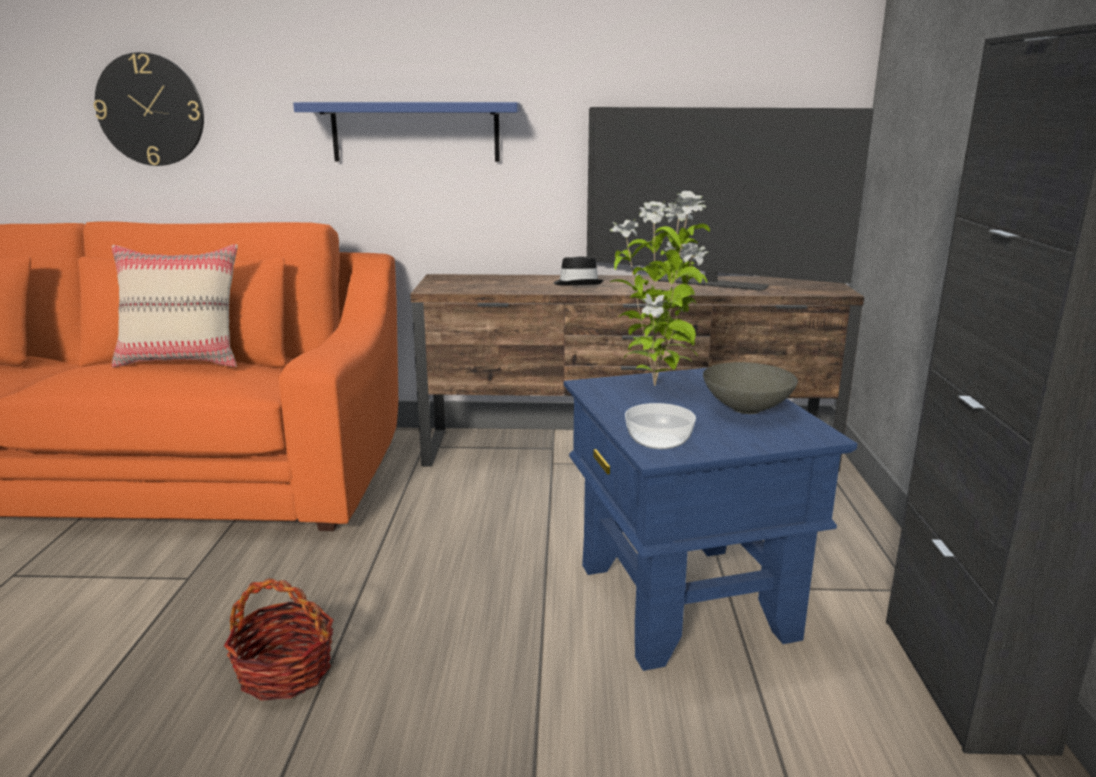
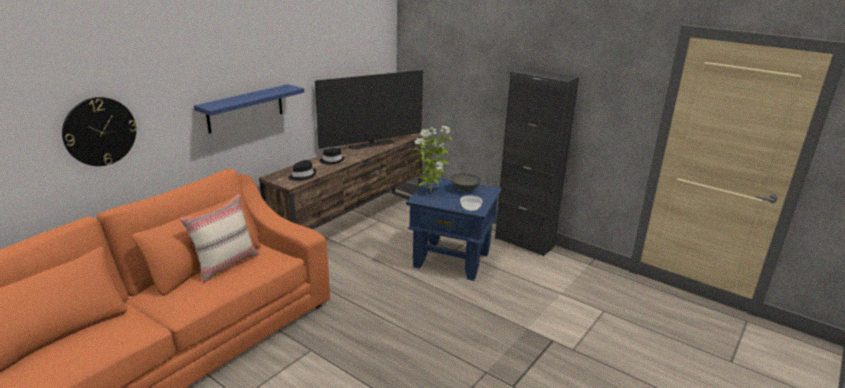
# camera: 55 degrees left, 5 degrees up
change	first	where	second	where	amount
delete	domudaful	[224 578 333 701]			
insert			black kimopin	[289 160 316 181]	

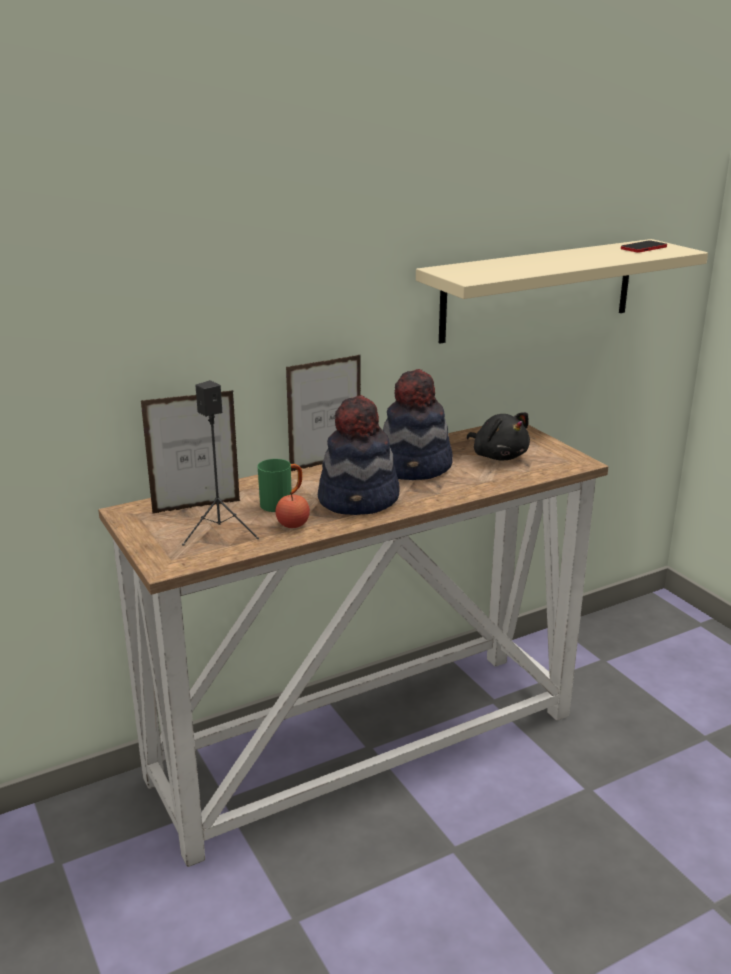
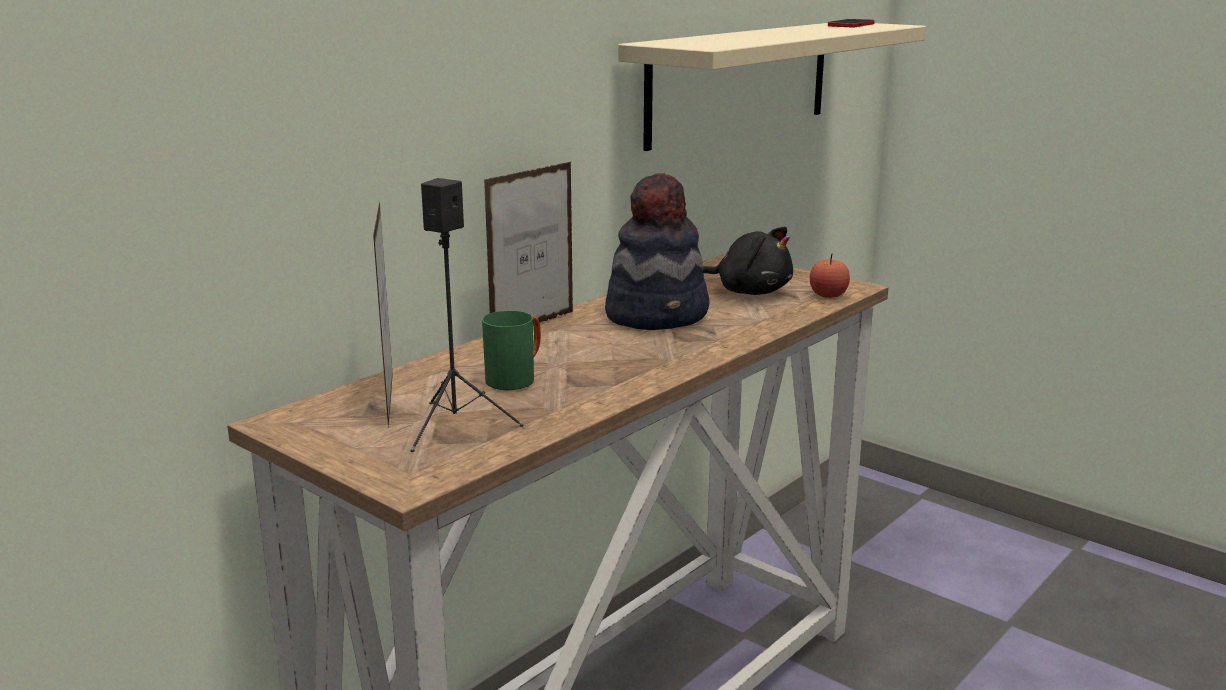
# camera: 20 degrees left, 5 degrees down
change	first	where	second	where	amount
rotate	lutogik	[141 390 240 513]		[373 201 393 426]	120 degrees clockwise
delete	kimopin	[318 395 400 515]			
move	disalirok	[275 492 310 528]		[810 253 850 298]	

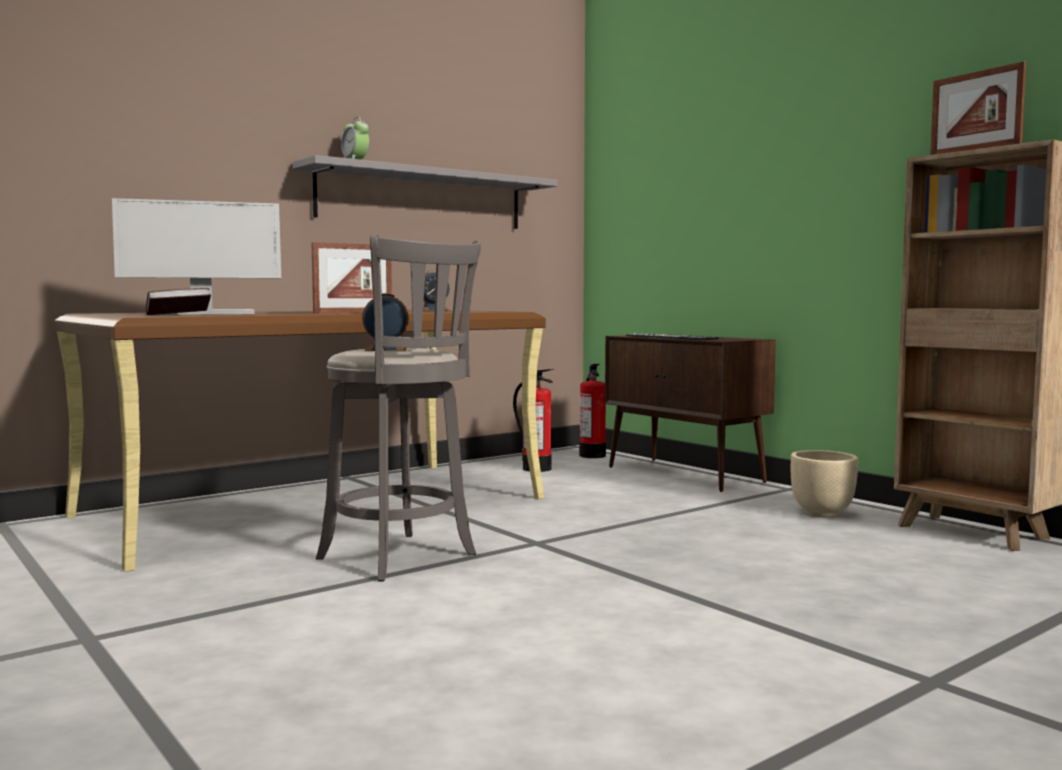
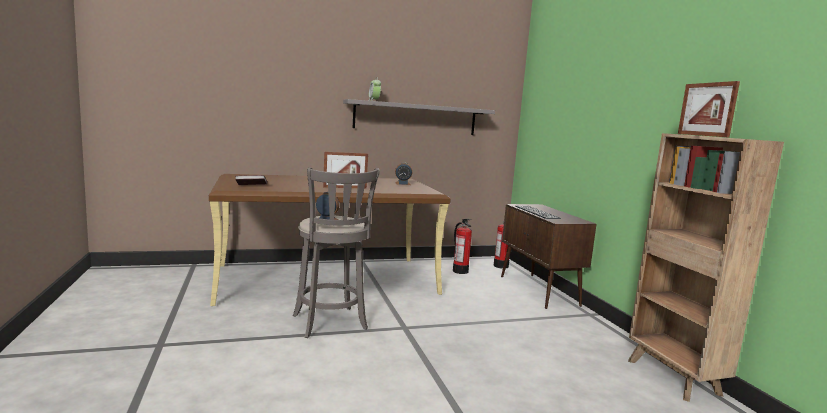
# camera: 20 degrees right, 5 degrees up
change	first	where	second	where	amount
delete	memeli	[112 198 281 315]			
delete	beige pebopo	[790 450 858 518]			

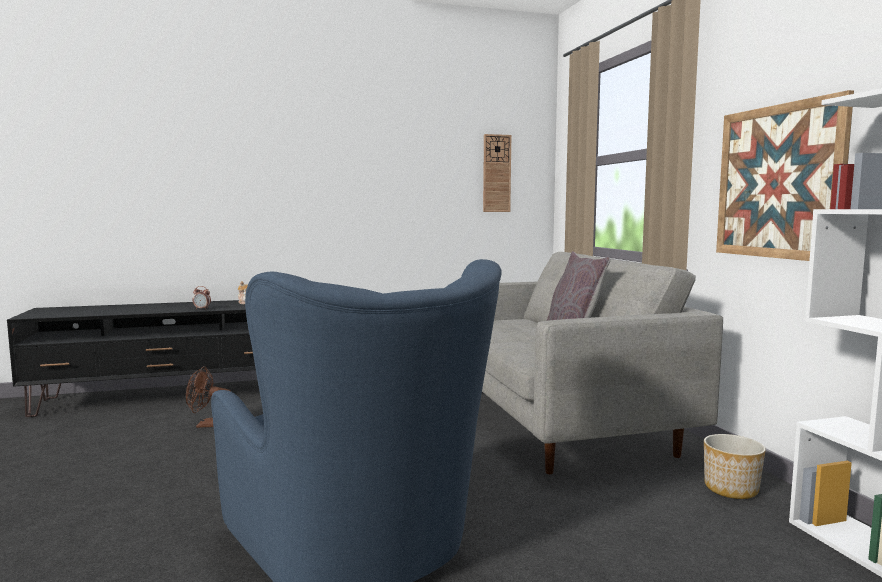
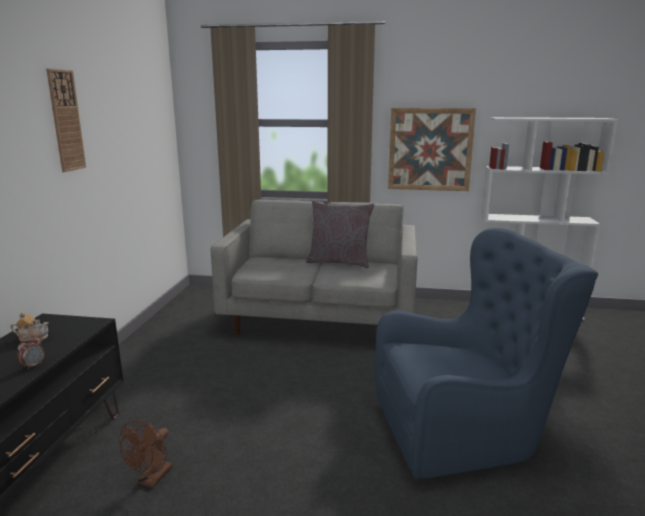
# camera: 65 degrees left, 10 degrees up
change	first	where	second	where	amount
move	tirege	[483 134 511 212]		[46 69 86 172]	
delete	pebopo	[704 434 766 499]			

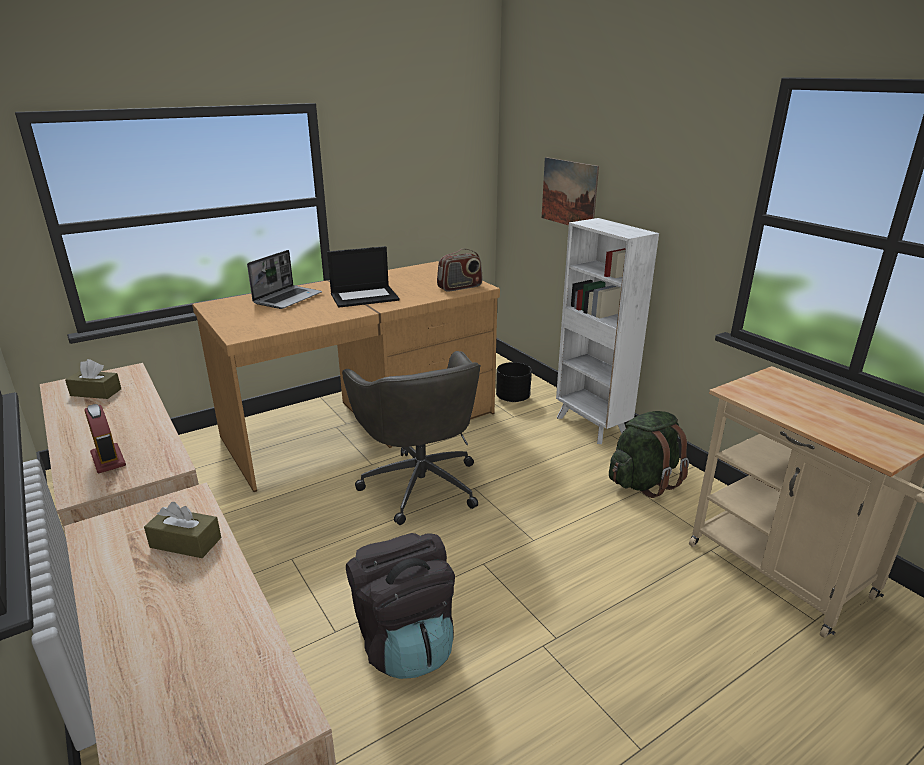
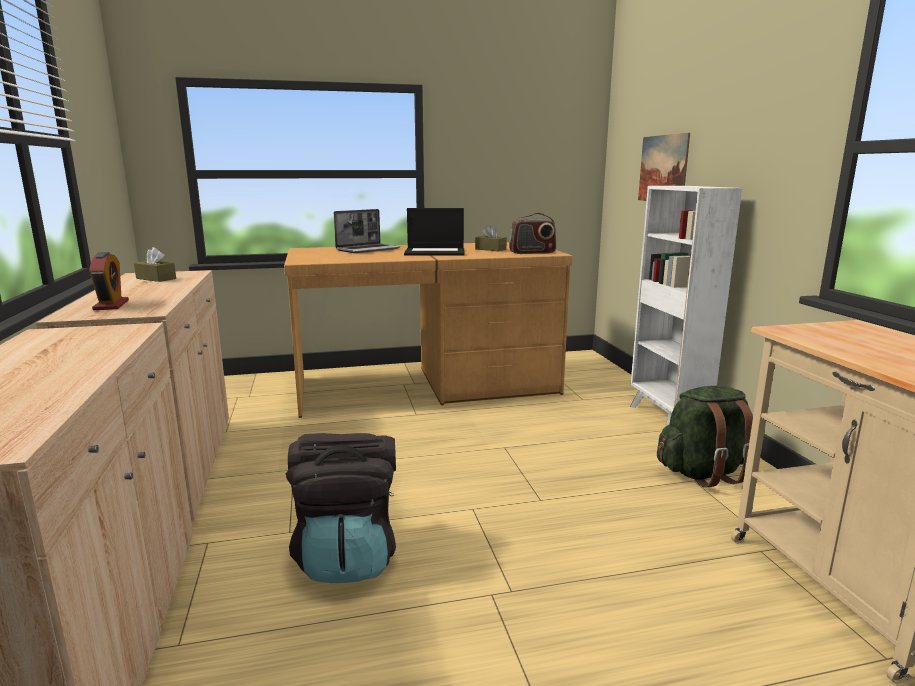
# camera: 20 degrees right, 10 degrees down
change	first	where	second	where	amount
delete	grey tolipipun	[342 351 481 525]			
delete	black pebopo	[496 362 532 402]			
move	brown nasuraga	[144 502 221 558]		[475 225 507 251]	

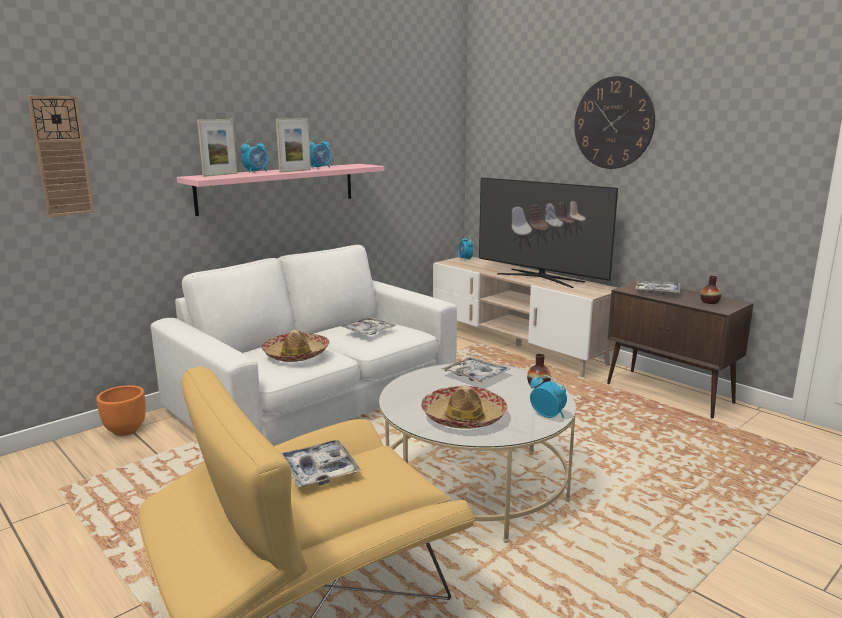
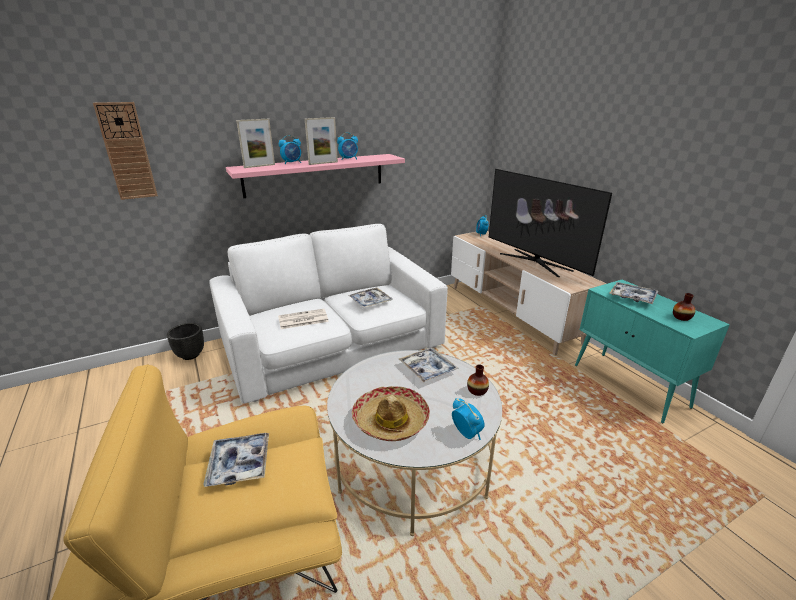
# camera: 15 degrees right, 10 degrees up
change	first	where	second	where	amount
delete	tirege	[574 76 655 169]			
recolor	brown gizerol	[607 282 754 419]	turquoise gizerol	[575 280 730 423]	
replace	kimopin	[261 330 329 362]	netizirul	[278 309 329 329]	
recolor	orange pebopo	[96 385 146 436]	black pebopo	[167 323 204 360]	

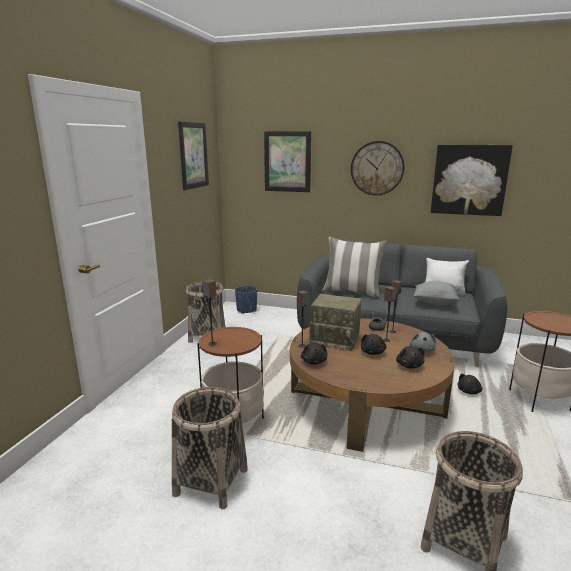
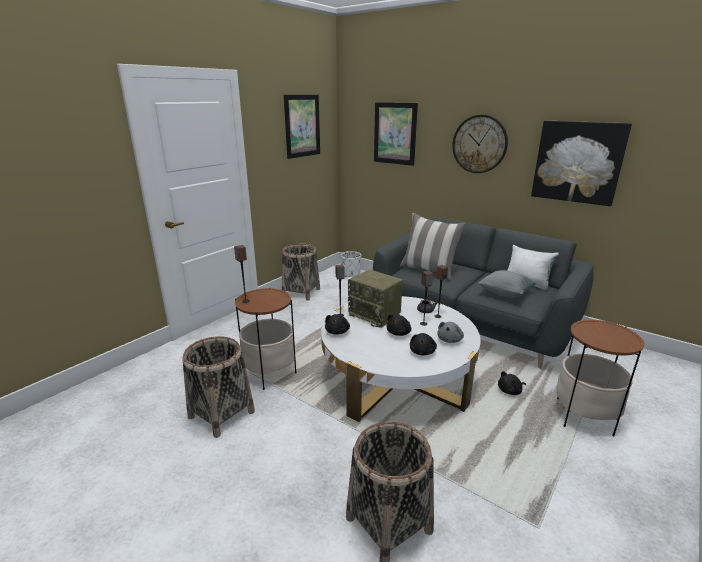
# camera: 20 degrees right, 5 degrees up
change	first	where	second	where	amount
recolor	blue pebopo	[235 286 257 314]	white pebopo	[340 251 361 277]	
recolor	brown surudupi	[290 318 455 452]	white surudupi	[321 296 481 422]	

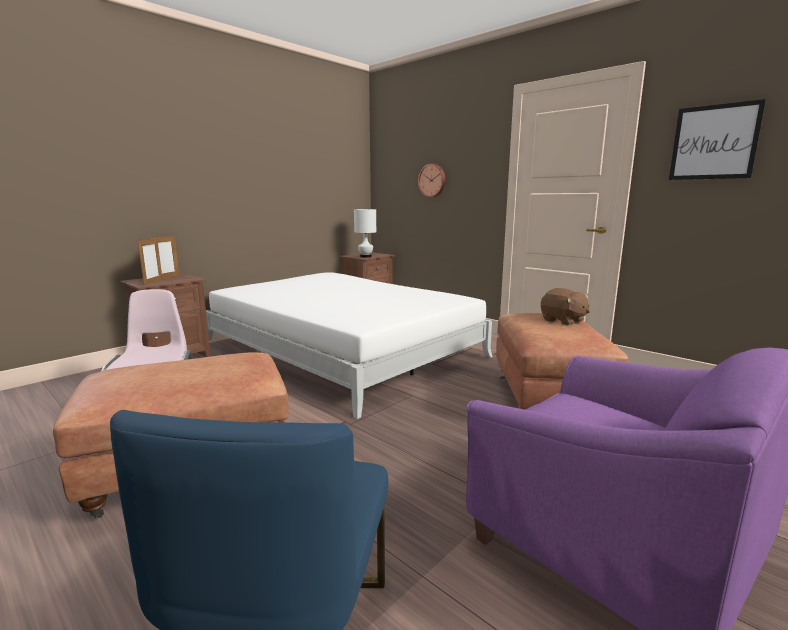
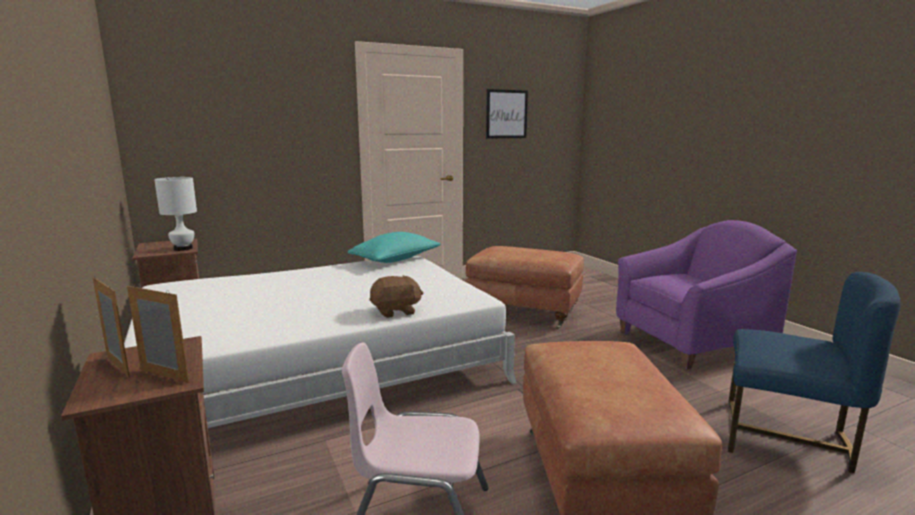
# camera: 70 degrees left, 0 degrees up
change	first	where	second	where	amount
delete	tirege	[418 164 446 197]			
move	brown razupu	[541 288 590 326]		[370 275 423 318]	
insert			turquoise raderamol	[348 232 441 263]	

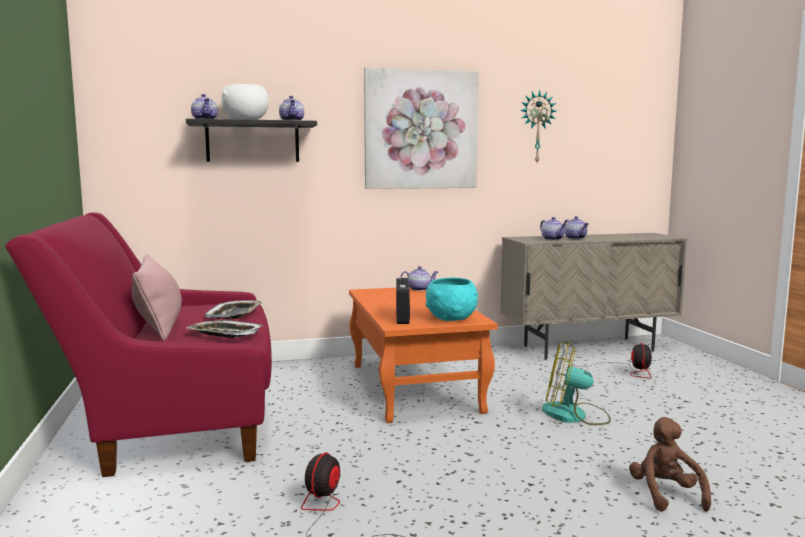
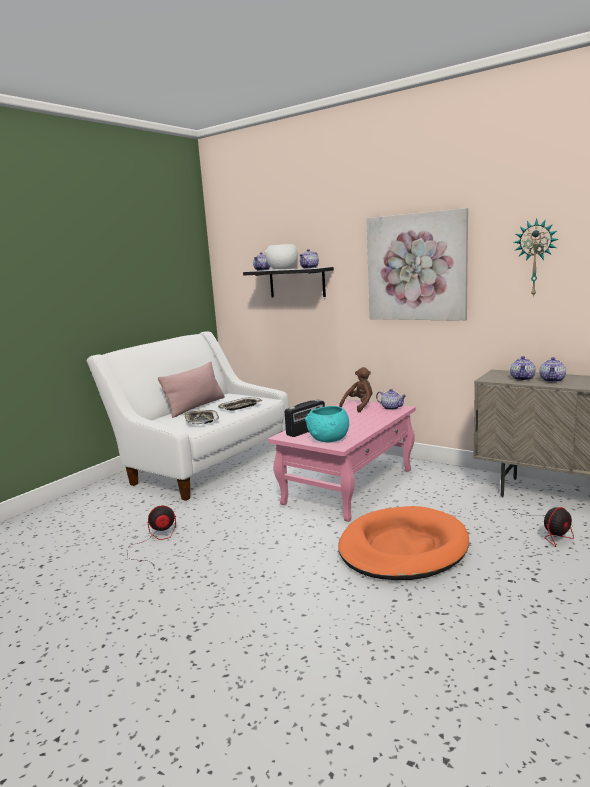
# camera: 50 degrees right, 5 degrees up
change	first	where	second	where	amount
recolor	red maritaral	[5 212 272 477]	white maritaral	[87 331 289 501]	
recolor	orange surudupi	[349 287 498 423]	pink surudupi	[268 399 416 522]	
replace	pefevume	[542 341 611 425]	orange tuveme	[338 506 469 580]	
move	brown razupu	[629 417 711 512]		[339 367 372 412]	

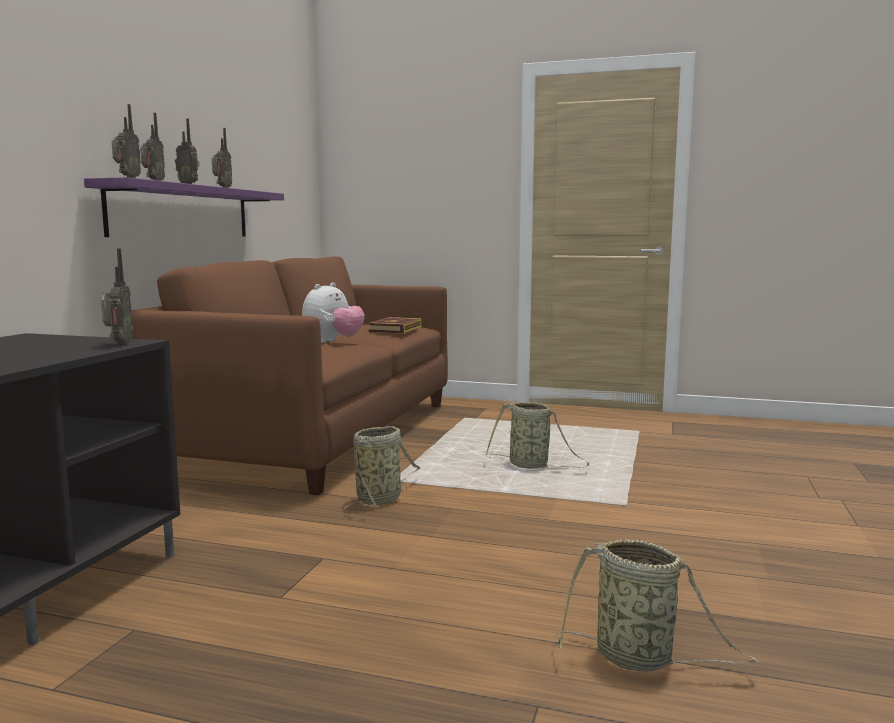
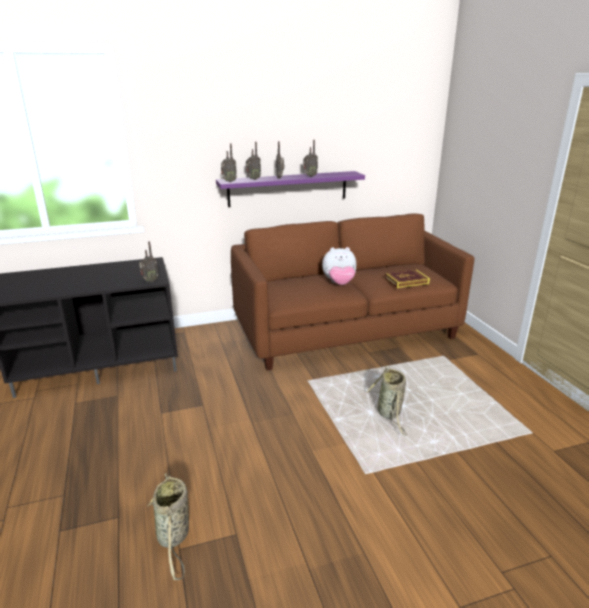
# camera: 55 degrees right, 15 degrees up
change	first	where	second	where	amount
delete	domudaful	[345 426 420 510]			

